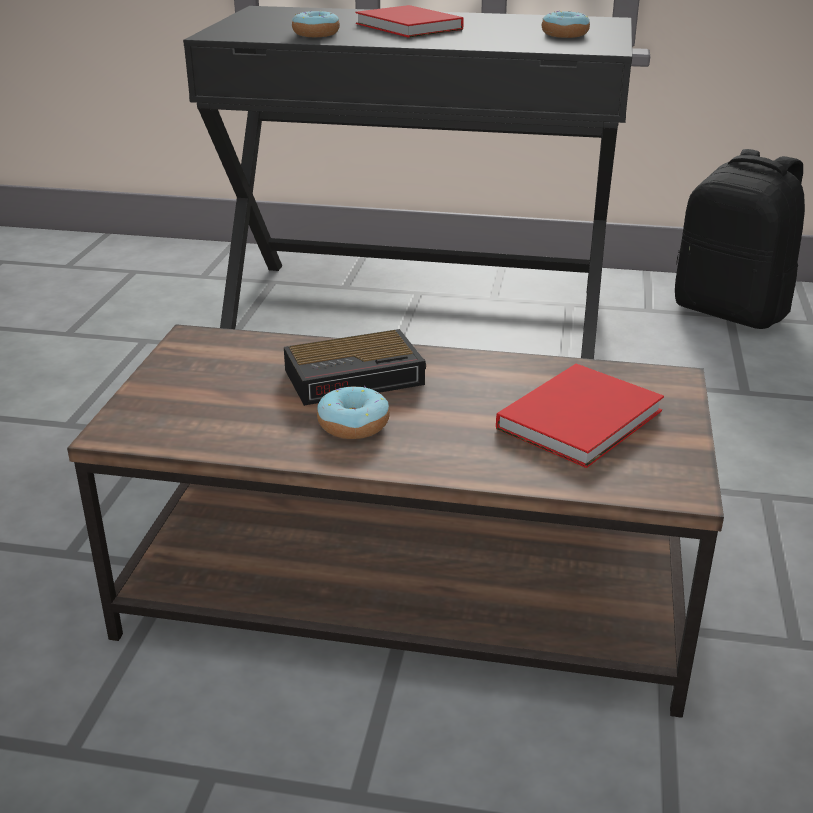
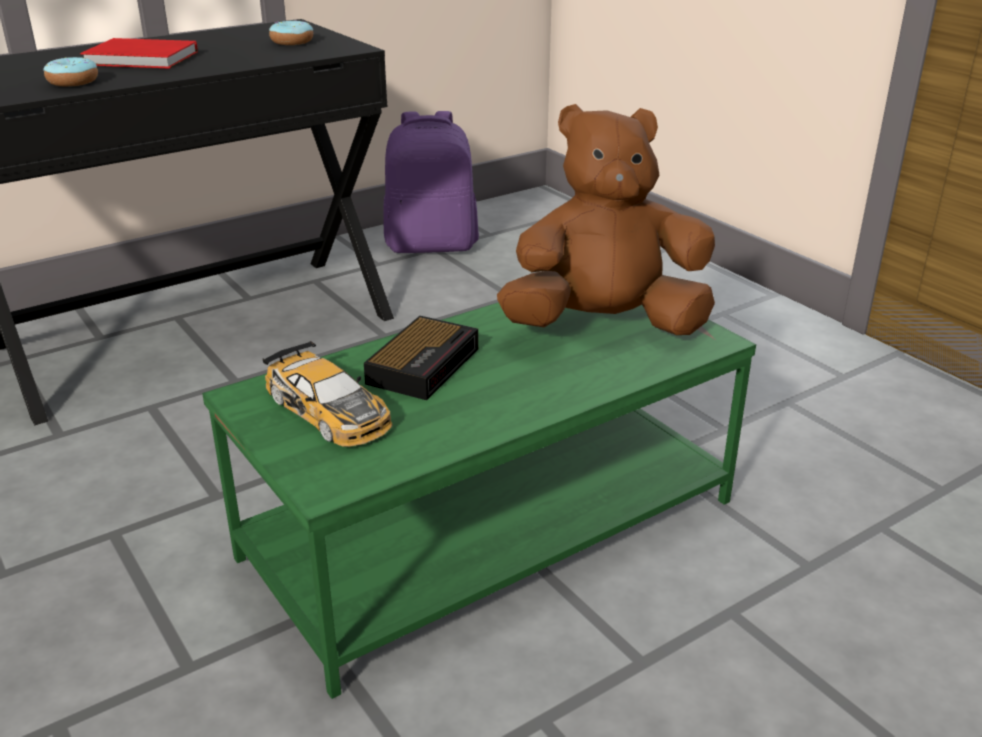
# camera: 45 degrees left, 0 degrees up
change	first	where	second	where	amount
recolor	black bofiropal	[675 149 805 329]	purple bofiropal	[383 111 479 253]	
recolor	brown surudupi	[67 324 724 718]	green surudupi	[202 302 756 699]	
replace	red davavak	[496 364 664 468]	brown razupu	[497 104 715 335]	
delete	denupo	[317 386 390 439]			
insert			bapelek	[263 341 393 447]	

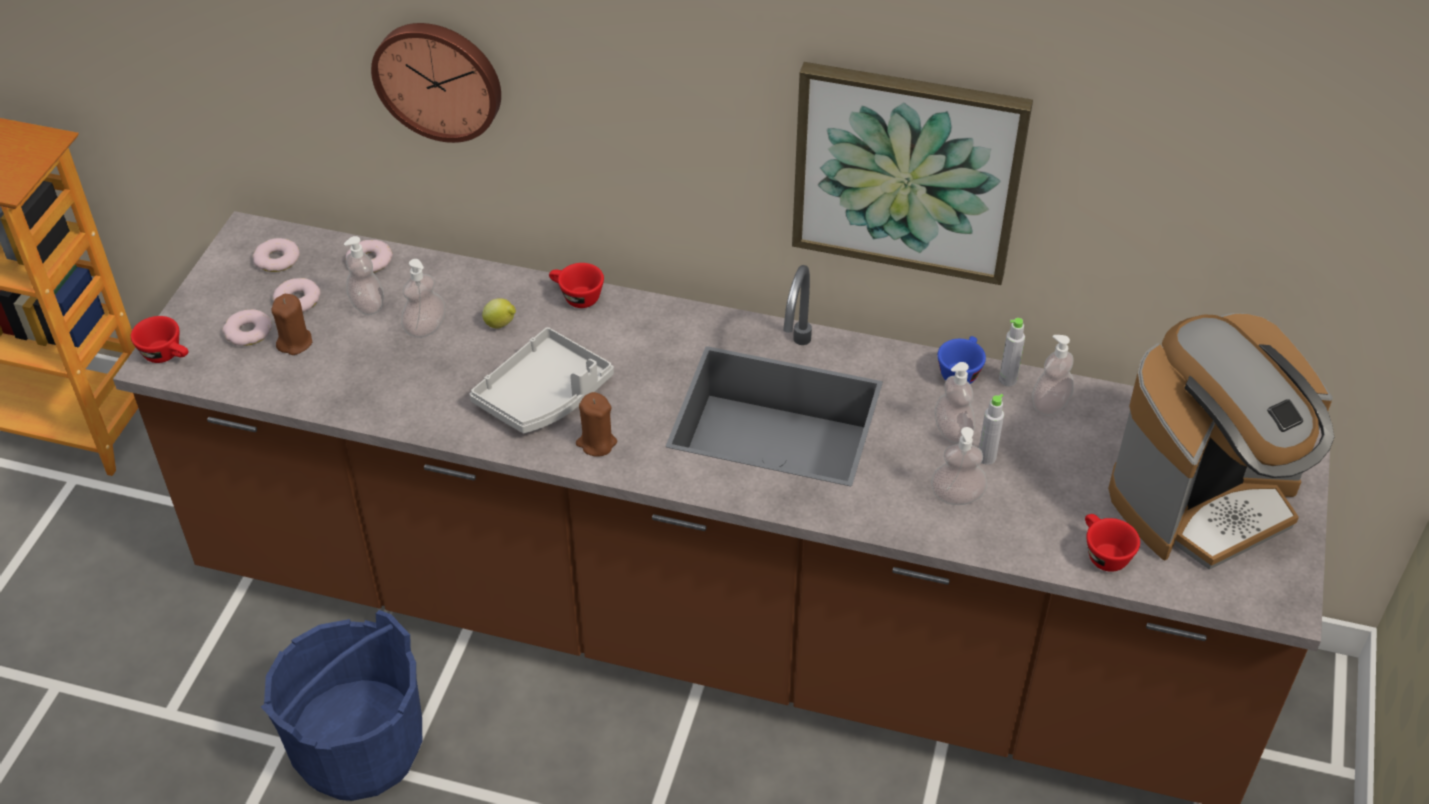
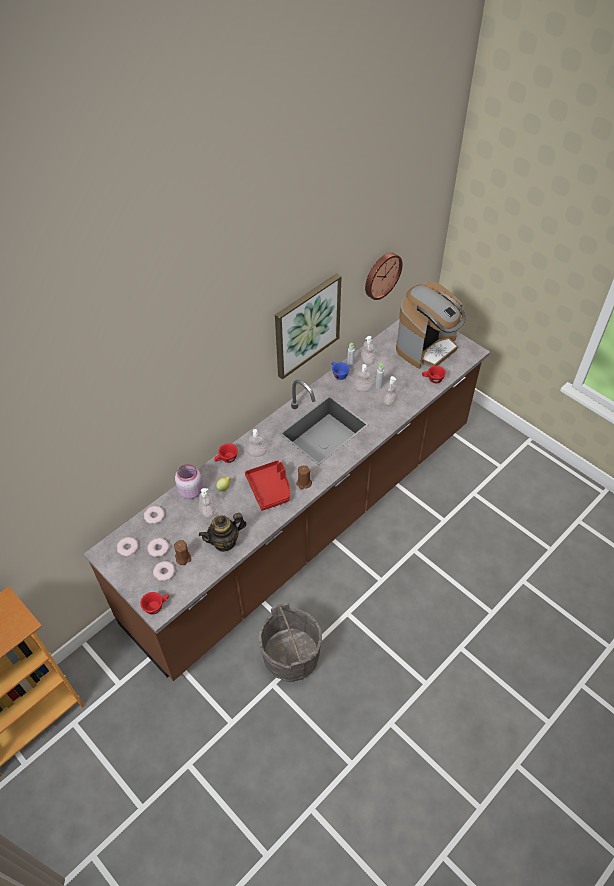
# camera: 60 degrees left, 5 degrees up
change	first	where	second	where	amount
move	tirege	[371 23 501 143]		[365 253 403 300]	
move	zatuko	[344 236 384 315]		[246 429 267 457]	
rotate	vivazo	[1108 313 1335 570]		[396 282 466 369]	45 degrees clockwise
recolor	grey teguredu	[470 327 614 433]	red teguredu	[245 460 290 511]	
recolor	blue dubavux	[261 610 422 801]	grey dubavux	[259 603 322 682]	
insert			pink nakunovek	[175 464 203 499]	
insert			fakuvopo	[199 513 246 552]	

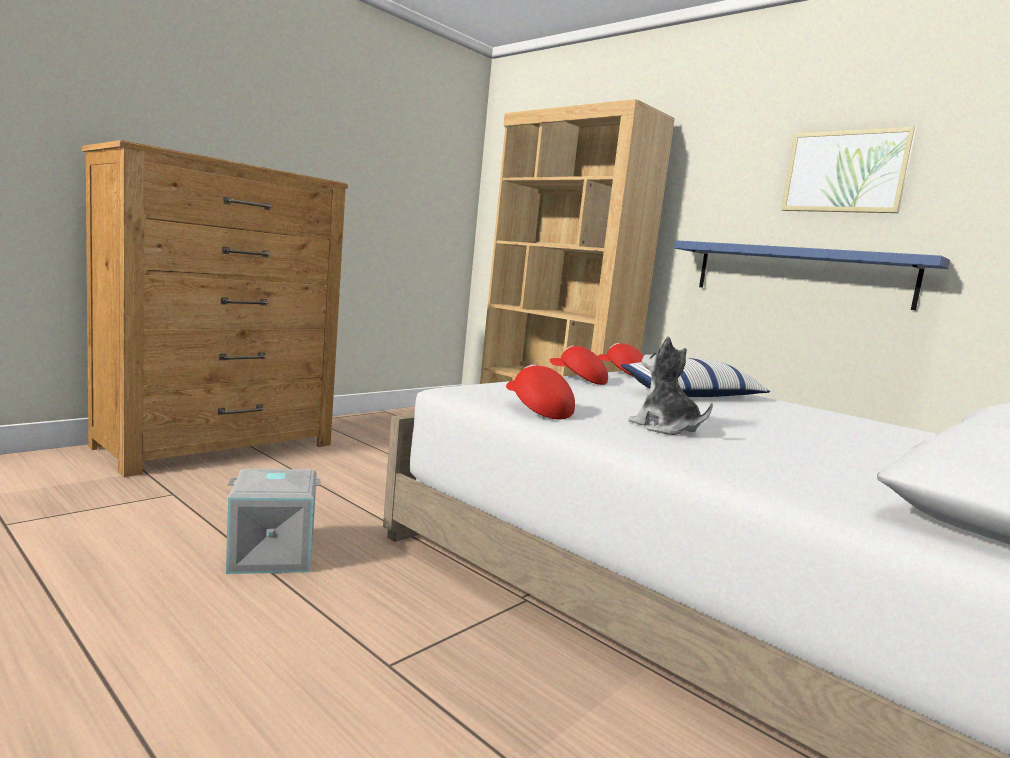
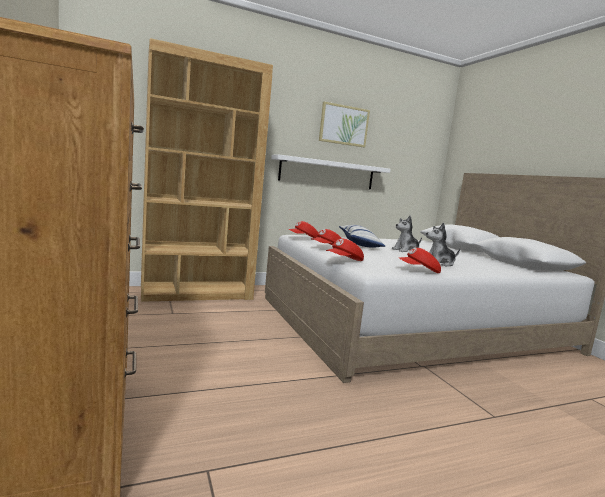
# camera: 65 degrees left, 0 degrees up
change	first	where	second	where	amount
recolor	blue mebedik	[674 240 950 310]	white mebedik	[271 154 391 190]	
delete	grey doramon	[226 468 321 574]			
insert			razupu	[392 216 422 252]	
insert			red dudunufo	[326 239 364 261]	

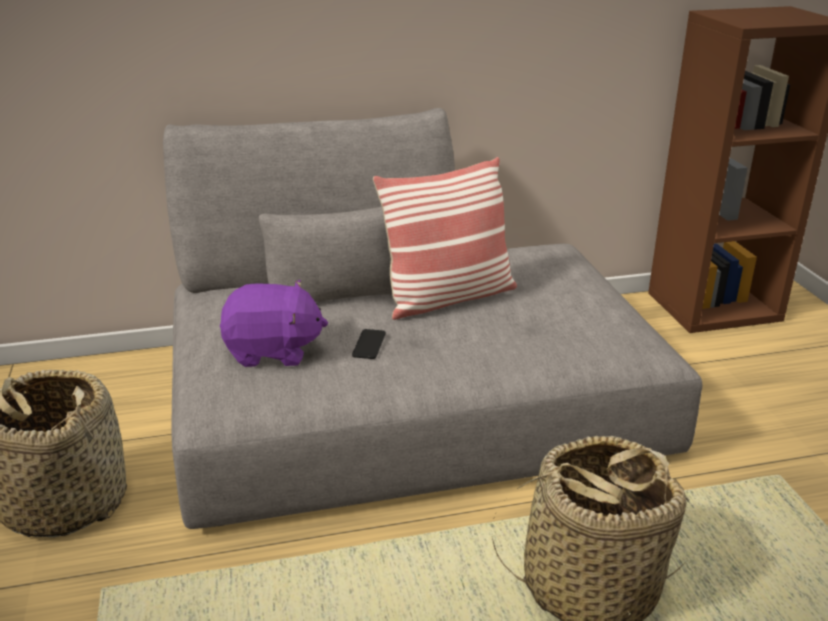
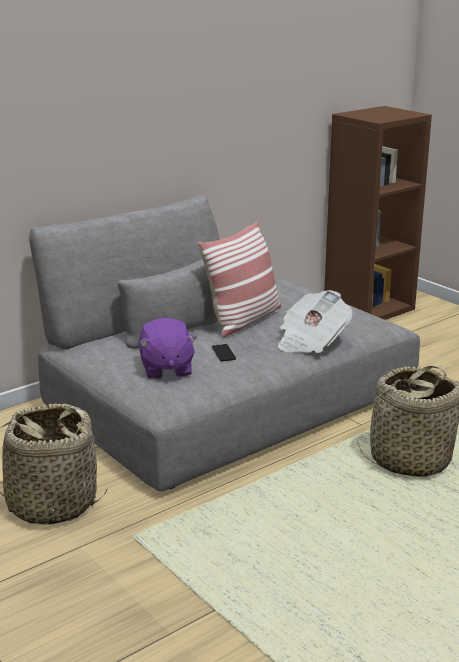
# camera: 25 degrees left, 5 degrees down
change	first	where	second	where	amount
rotate	purple razupu	[220 280 328 367]		[139 318 197 379]	105 degrees clockwise
insert			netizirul	[278 290 352 353]	

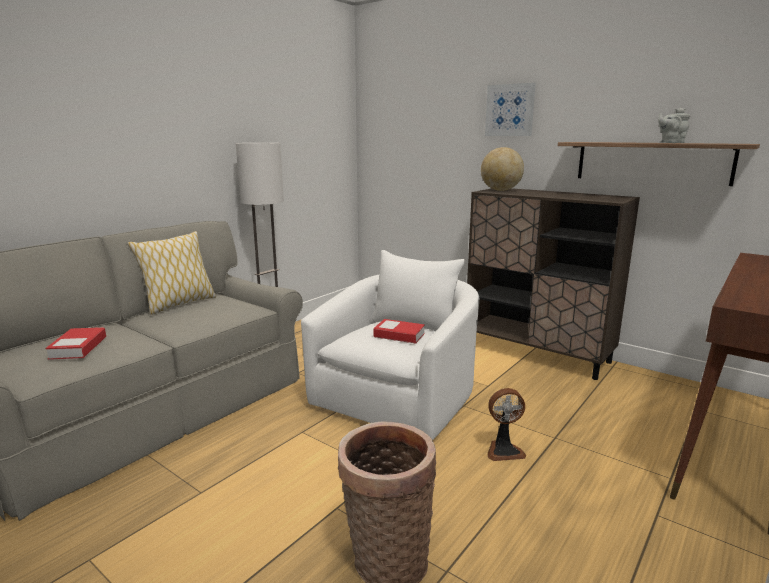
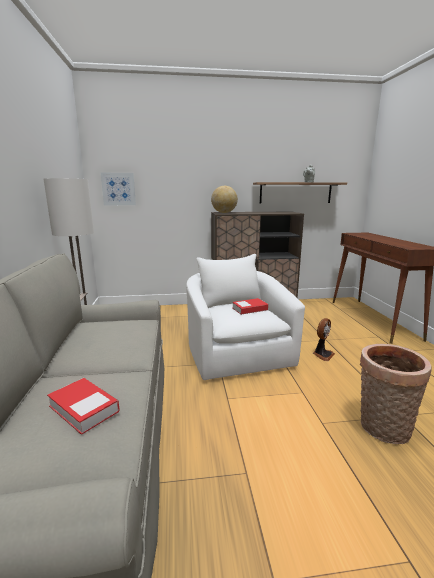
# camera: 45 degrees left, 0 degrees up
change	first	where	second	where	amount
move	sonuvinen	[485 83 536 136]		[101 173 136 205]	
delete	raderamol	[128 231 216 315]			

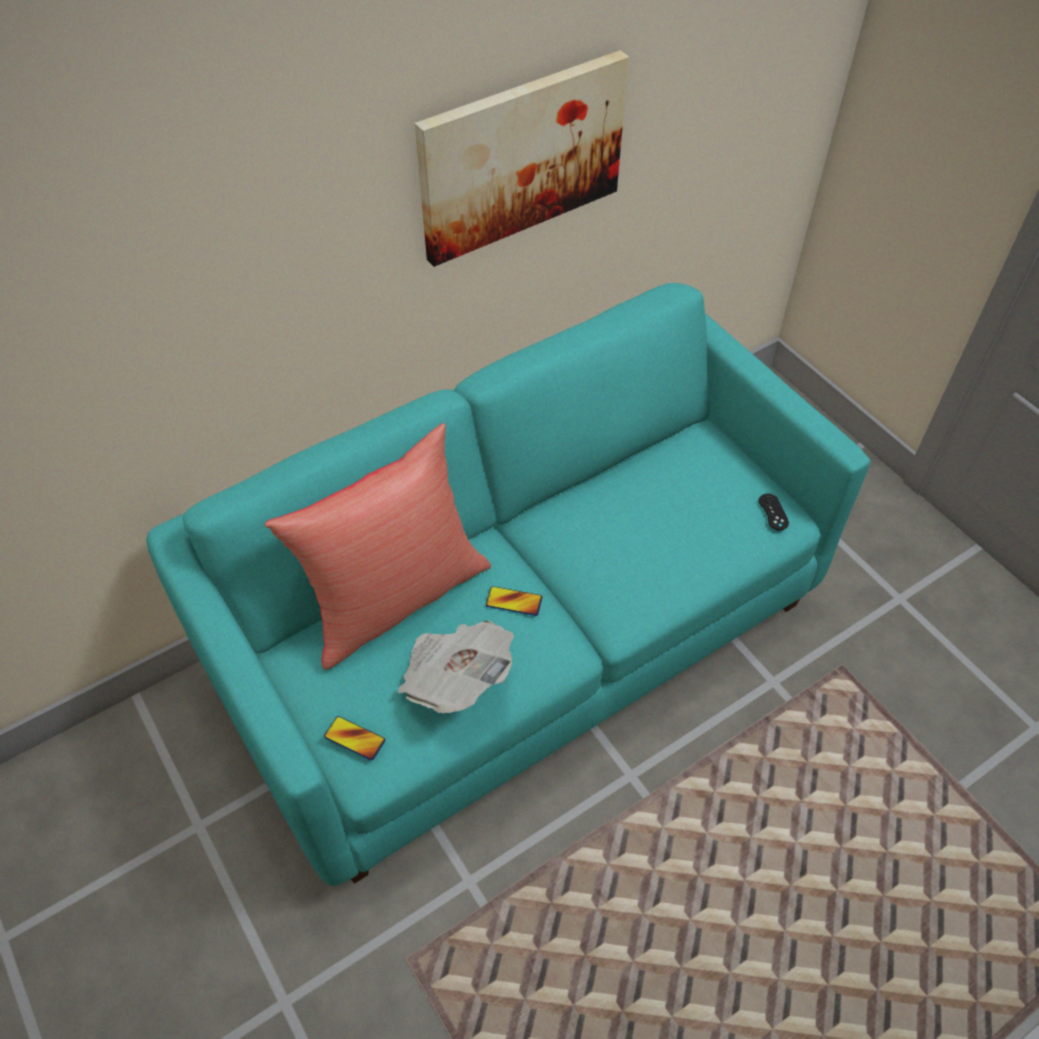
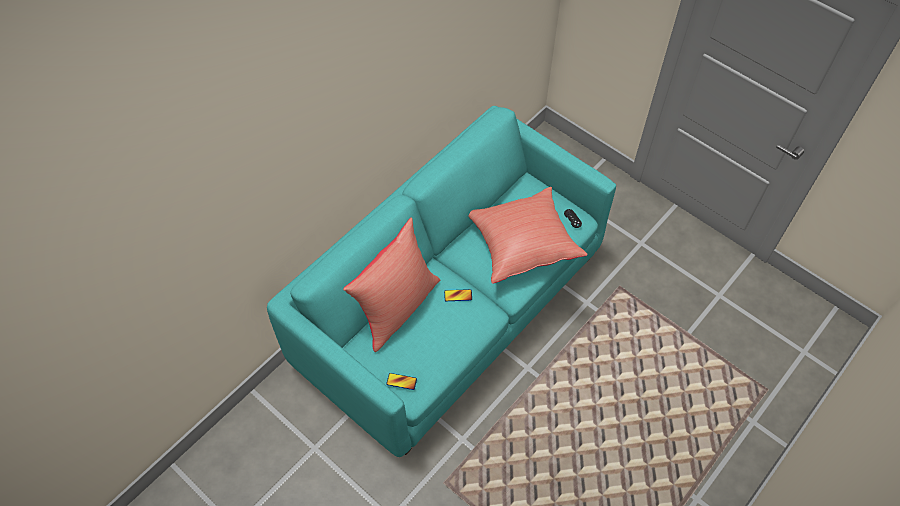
# camera: 15 degrees left, 5 degrees up
change	first	where	second	where	amount
delete	sonuvinen	[415 50 629 267]			
delete	netizirul	[398 621 514 713]			
insert			red raderamol	[469 187 587 284]	

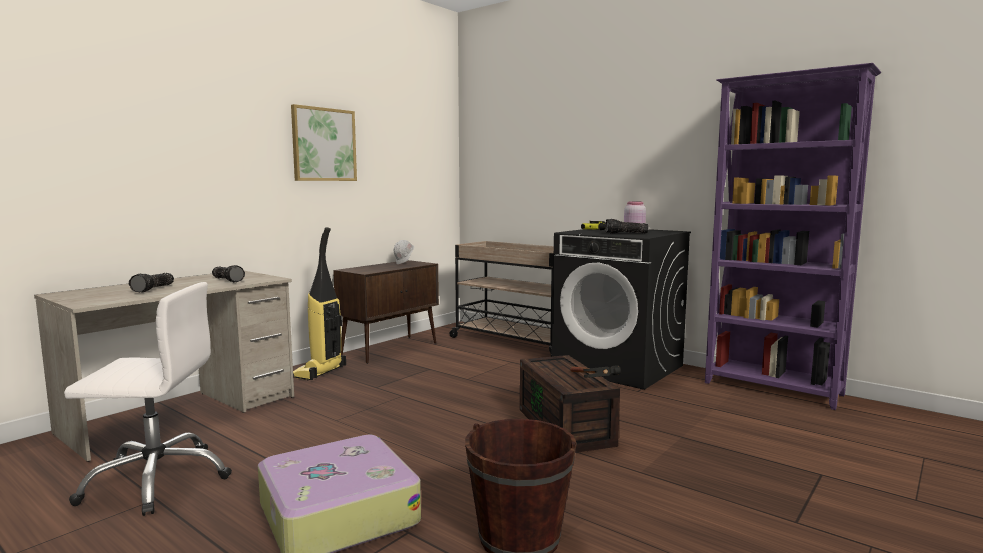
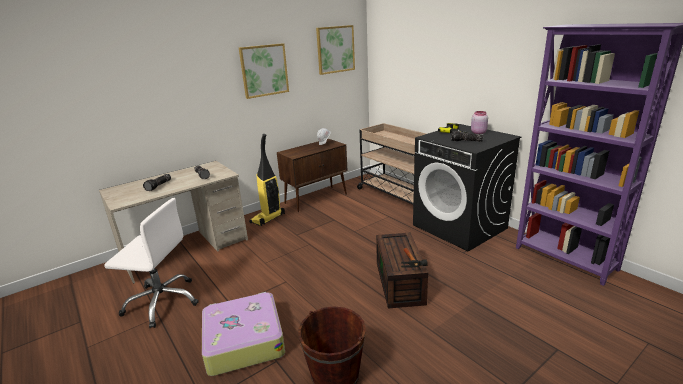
# camera: 15 degrees right, 15 degrees up
change	first	where	second	where	amount
insert			sonuvinen	[316 25 355 75]	

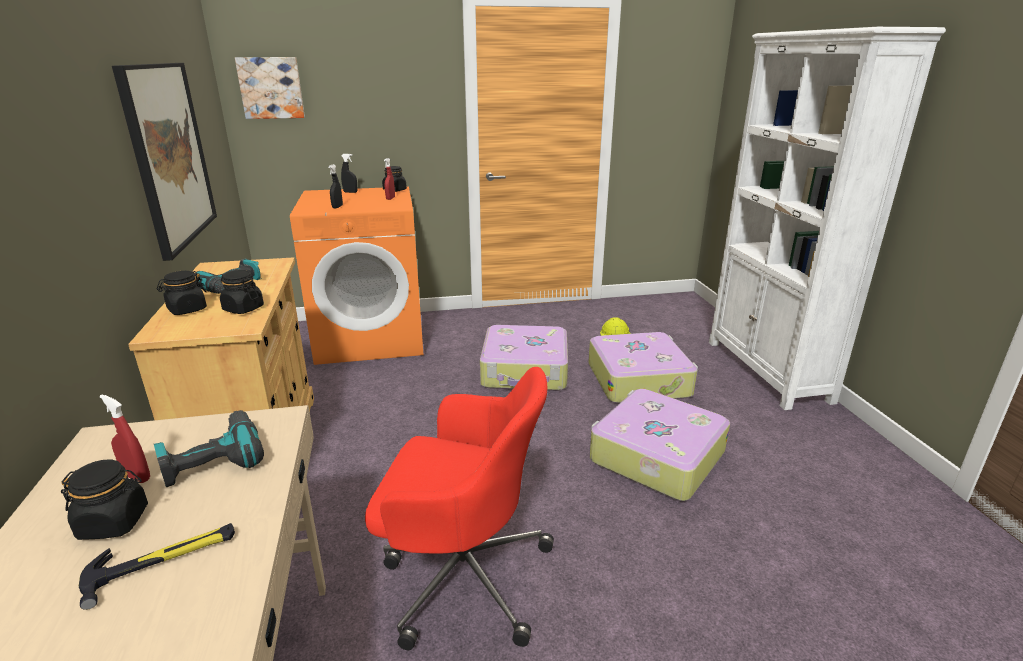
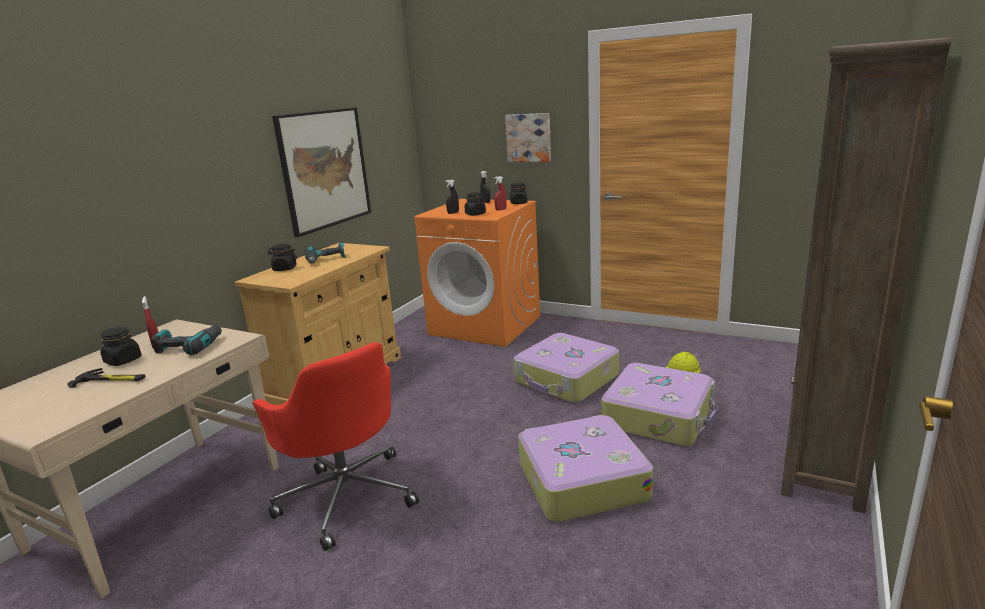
# camera: 40 degrees right, 5 degrees down
change	first	where	second	where	amount
recolor	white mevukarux	[709 27 946 410]	brown mevukarux	[781 37 952 513]	
move	sonuvinen	[235 57 305 119]		[505 113 551 162]	
move	black nakunovek	[220 270 264 314]		[465 192 486 215]	

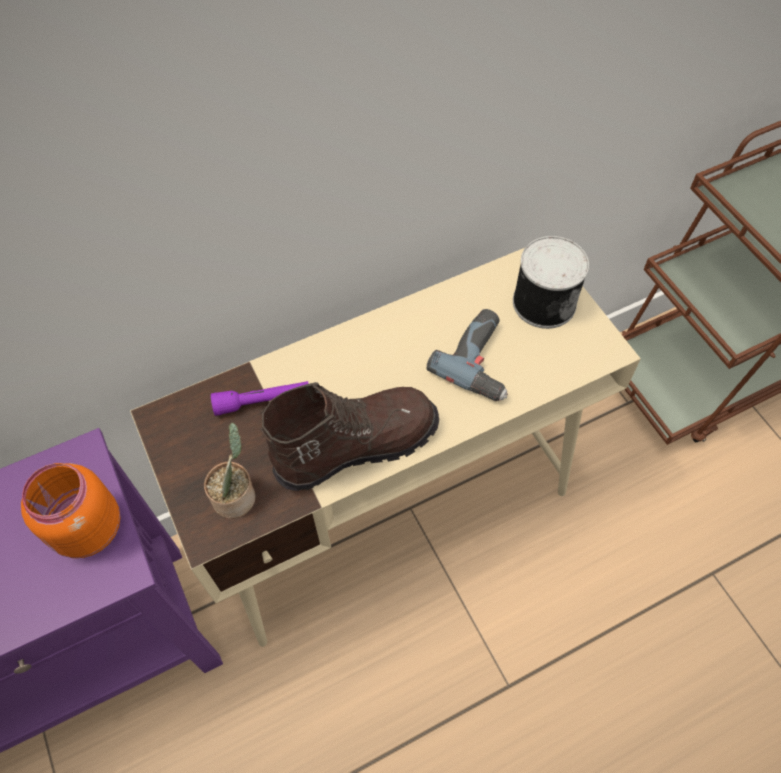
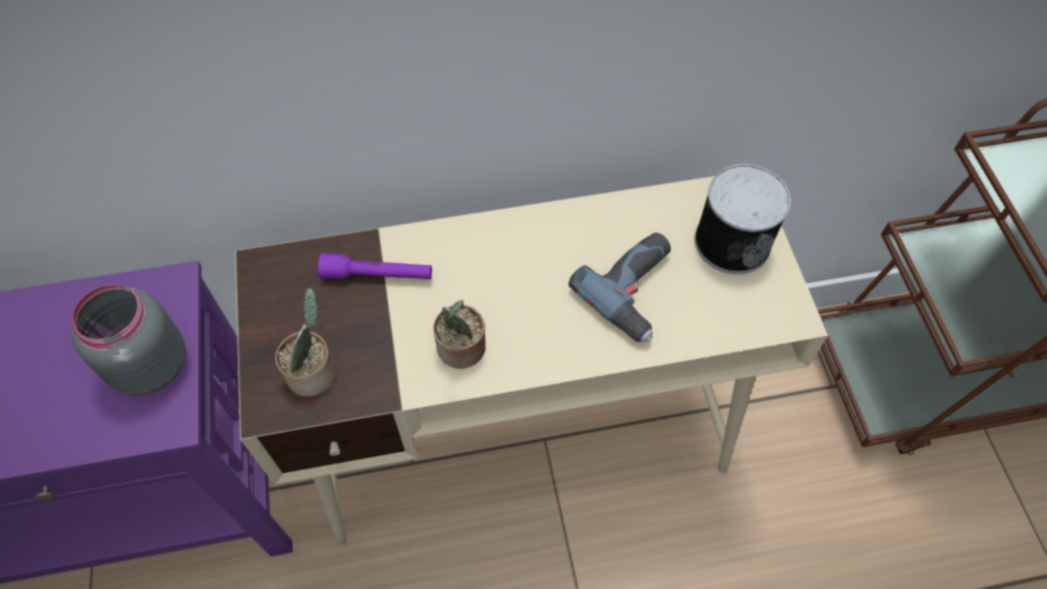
# camera: 15 degrees right, 0 degrees up
change	first	where	second	where	amount
replace	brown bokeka	[260 382 439 491]	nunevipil	[433 300 486 369]	
recolor	orange nakunovek	[21 463 120 558]	grey nakunovek	[72 284 186 395]	

